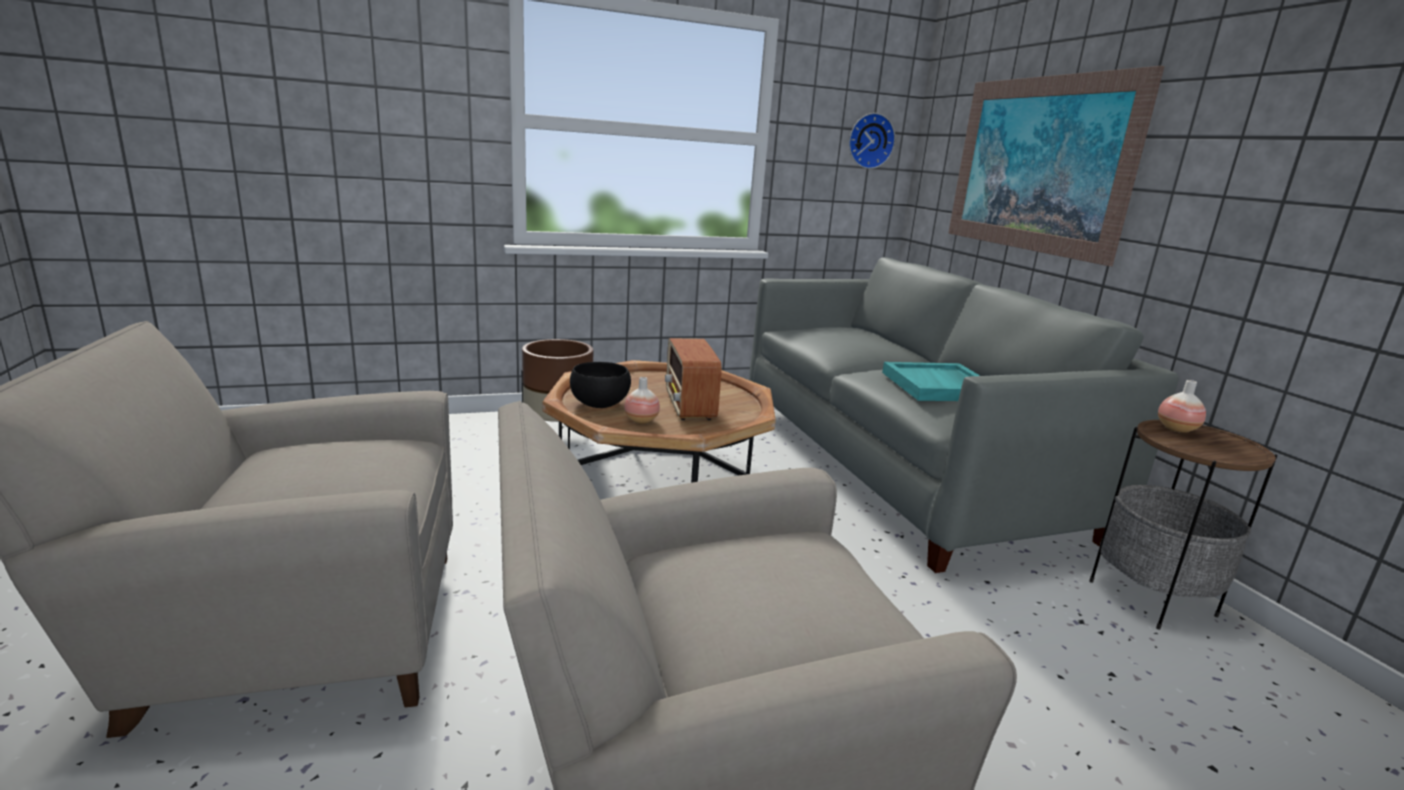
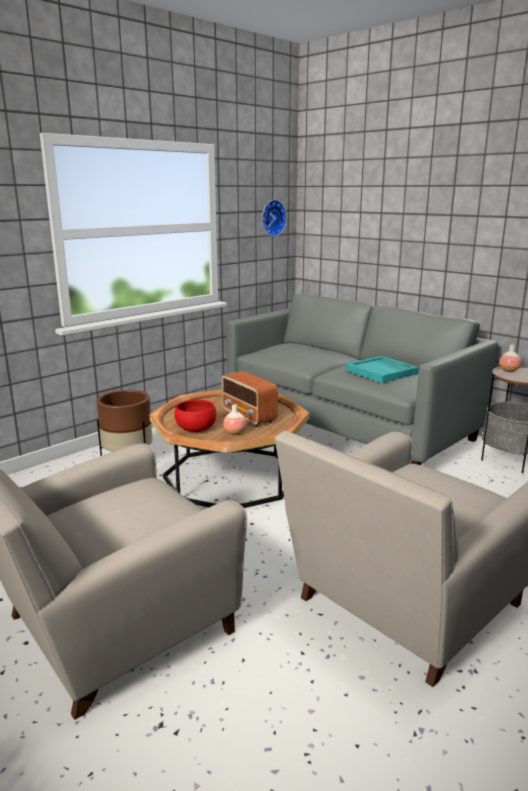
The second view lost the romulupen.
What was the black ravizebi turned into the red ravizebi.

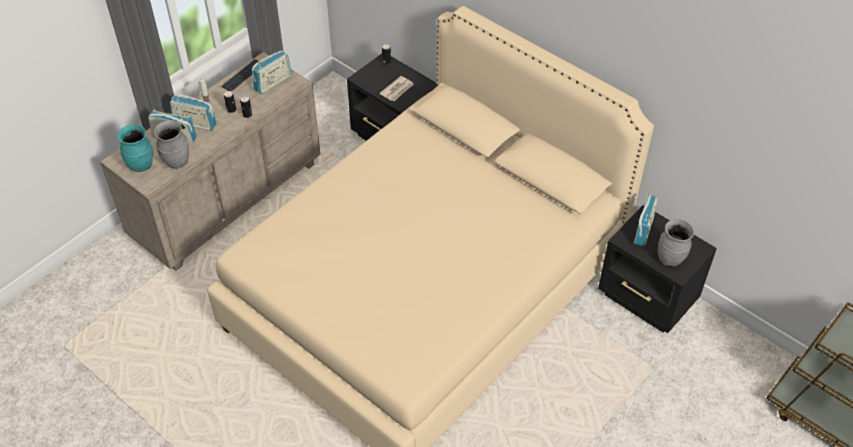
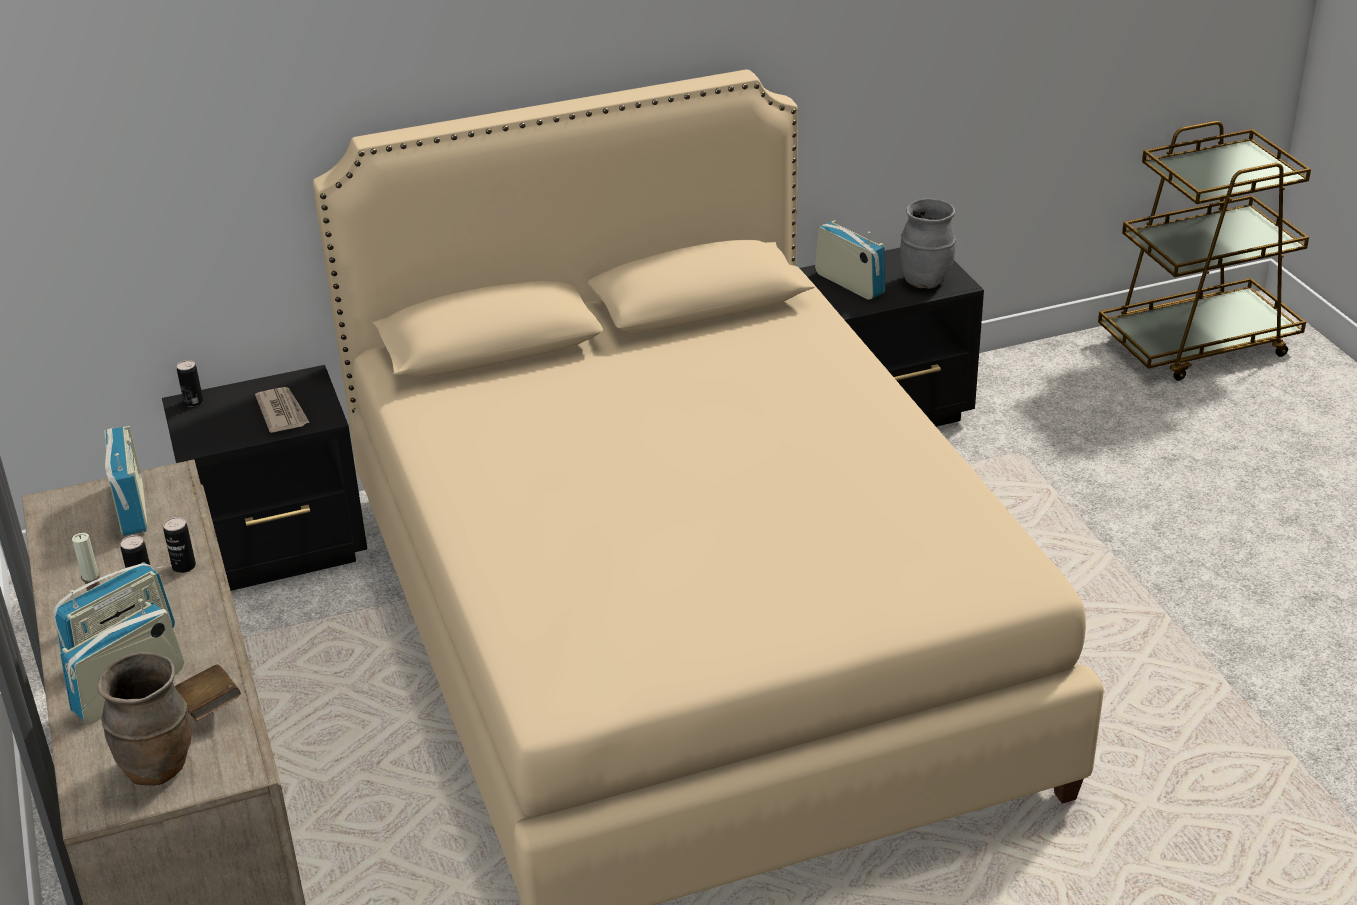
The second view lost the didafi.
Where the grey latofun (1st from left) stood, the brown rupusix came to stand.
What was the turquoise latofun turned into the brown latofun.

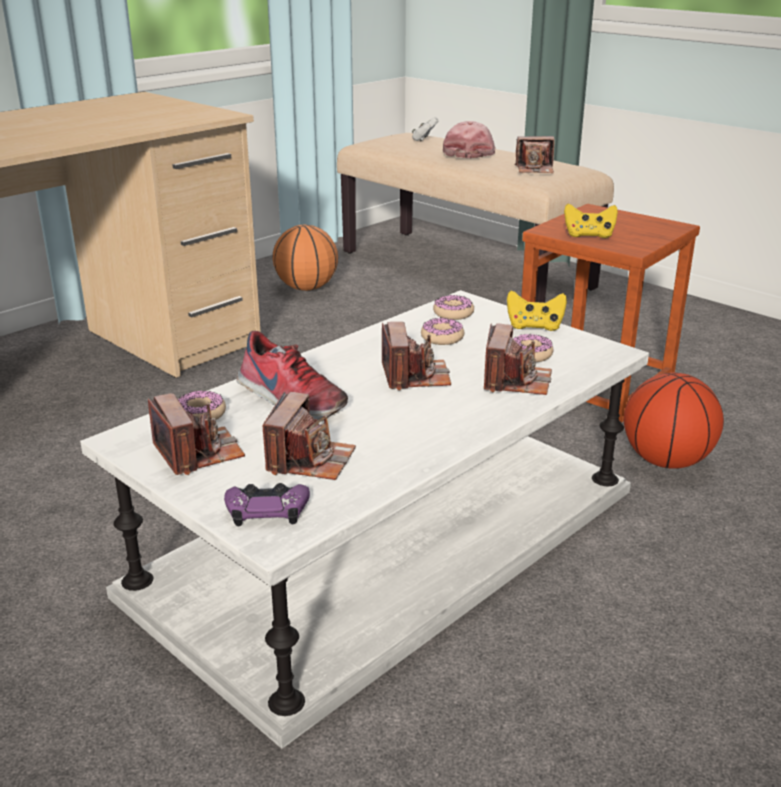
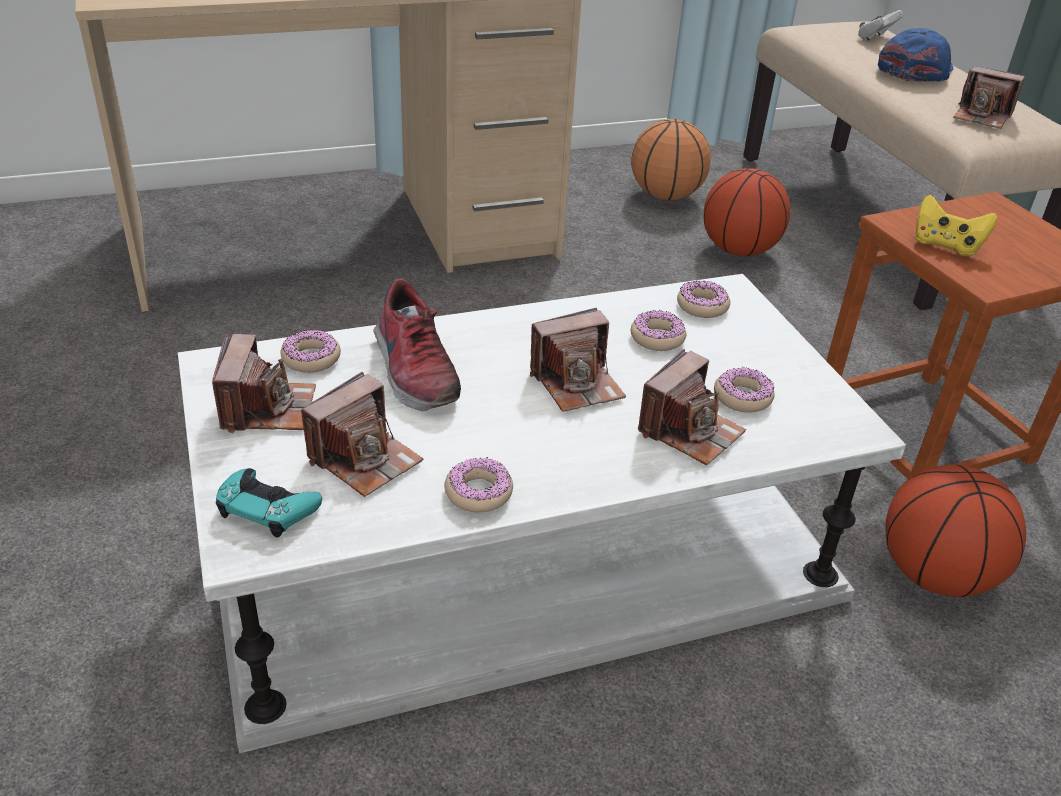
What was the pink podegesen turned into the blue podegesen.
The second view lost the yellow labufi (1st from left).
The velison (3rd from left) ended up facing another way, 45 degrees clockwise from before.
What was the purple labufi turned into the turquoise labufi.
The second view gained the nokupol (2nd from left).
The second view gained the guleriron (2nd from left).

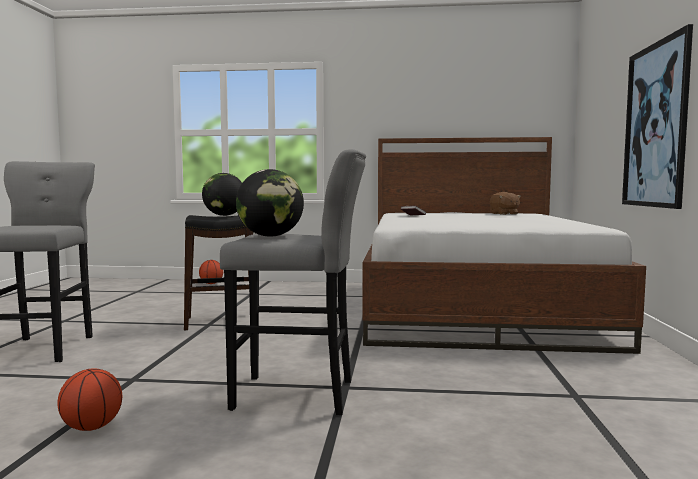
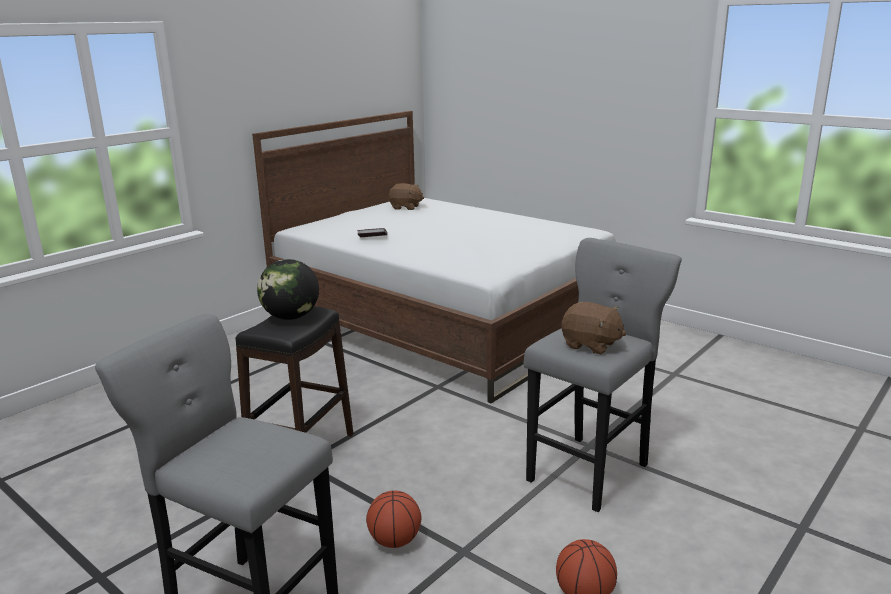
The second view lost the romulupen.
Where the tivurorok (2nd from left) stood, the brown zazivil (2nd from left) came to stand.
The nokupol (2nd from left in the first image) ended up elsewhere.

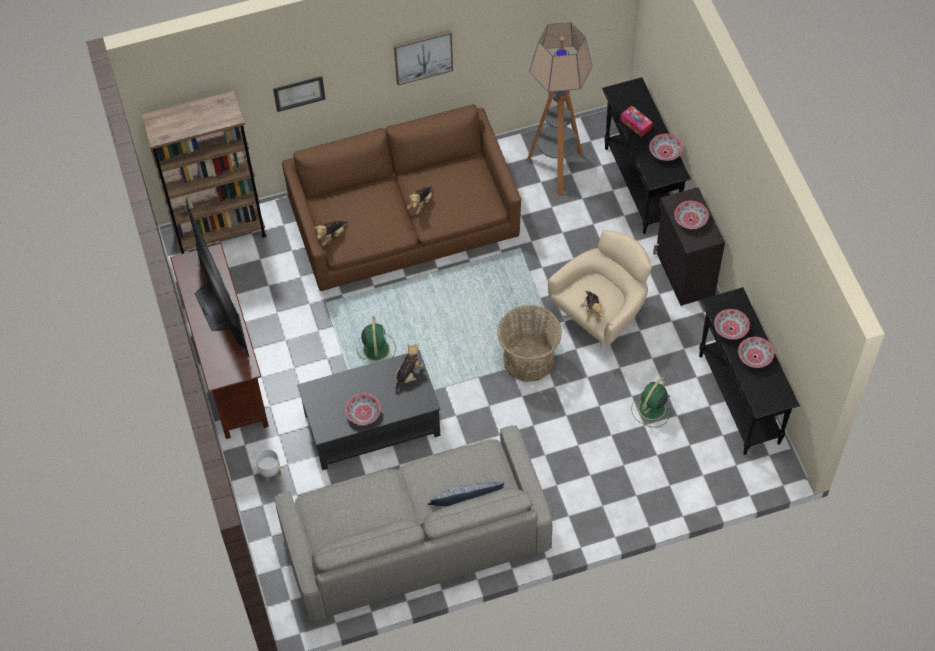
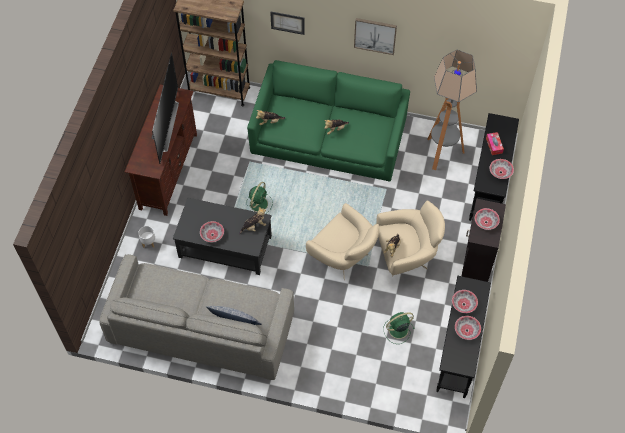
What was the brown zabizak turned into the green zabizak.
Where the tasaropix stood, the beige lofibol (1st from left) came to stand.

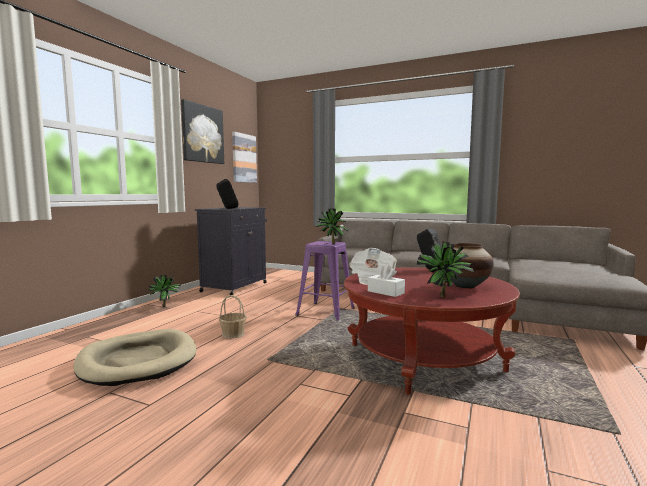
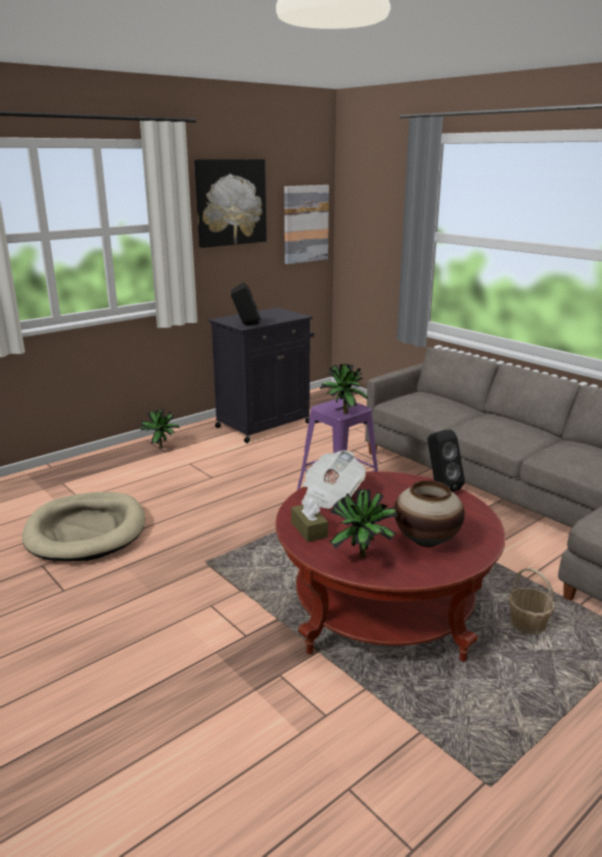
What was the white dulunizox turned into the brown dulunizox.
The tasaropix ended up elsewhere.

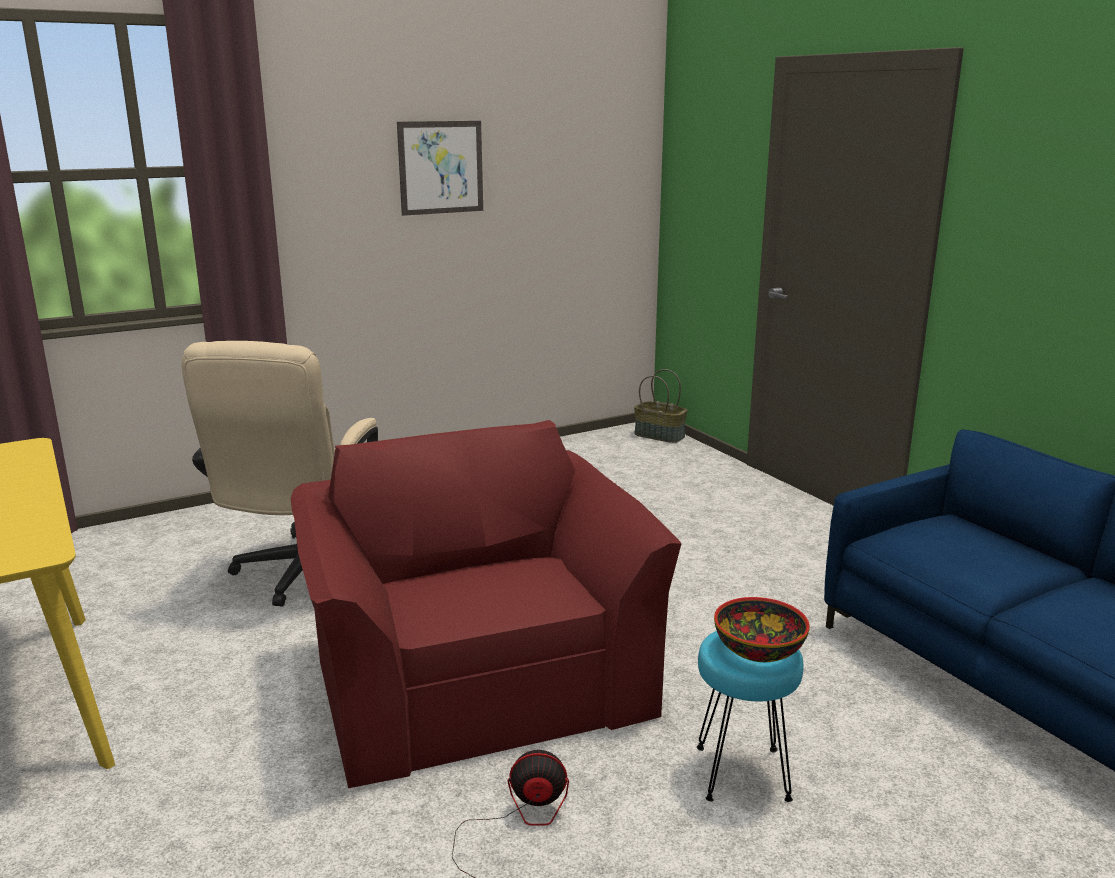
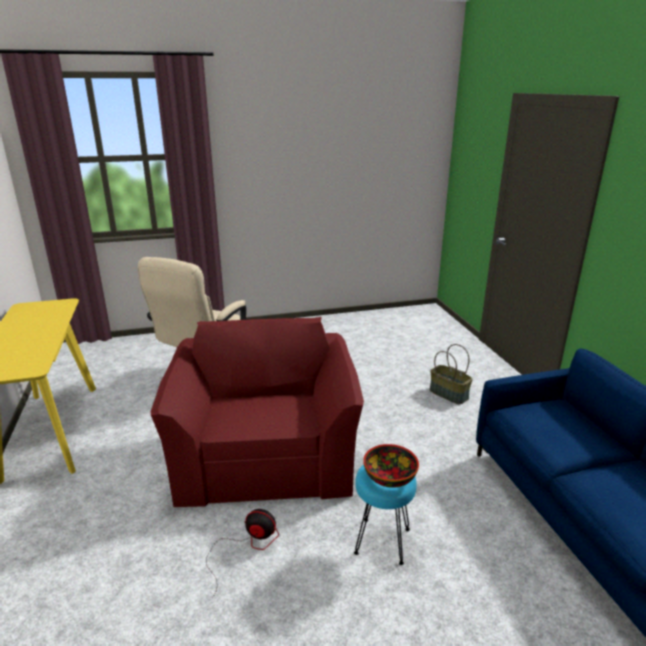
The second view lost the romulupen.
The tasaropix ended up elsewhere.

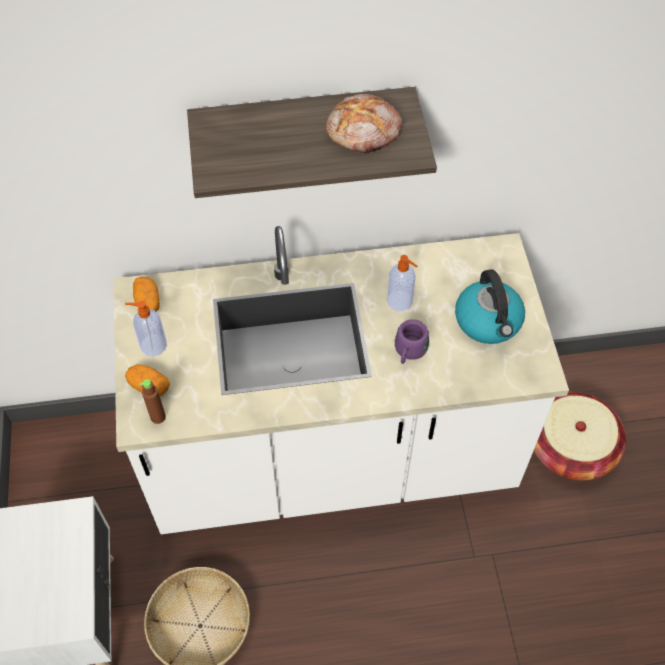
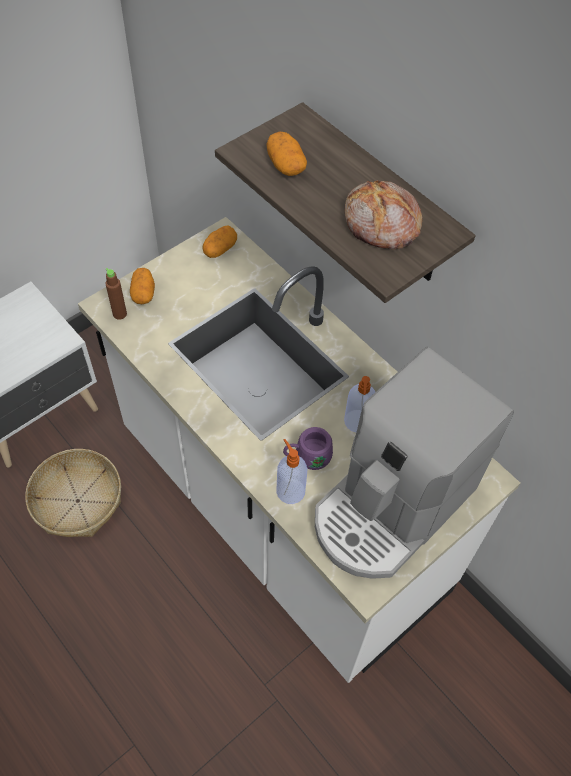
Where the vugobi stood, the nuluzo came to stand.
The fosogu (1st from left) ended up elsewhere.
The second view lost the tasaropix (2nd from left).
The second view gained the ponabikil (3rd from left).

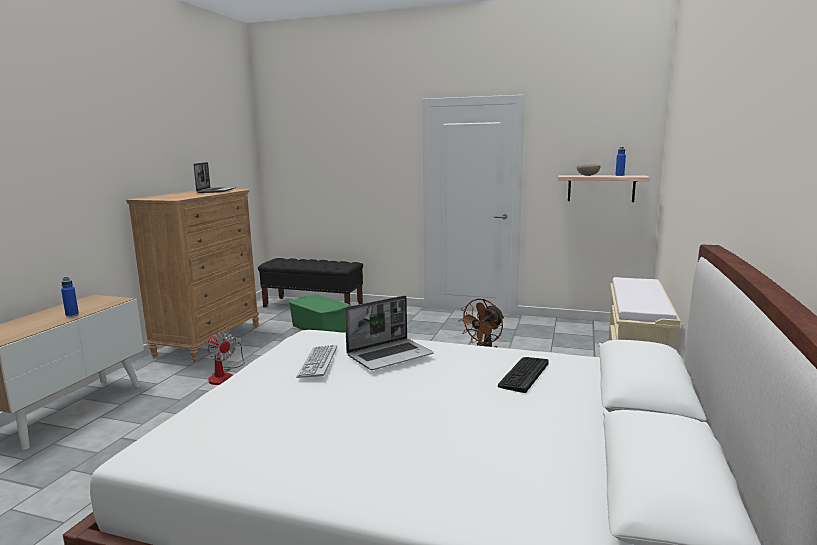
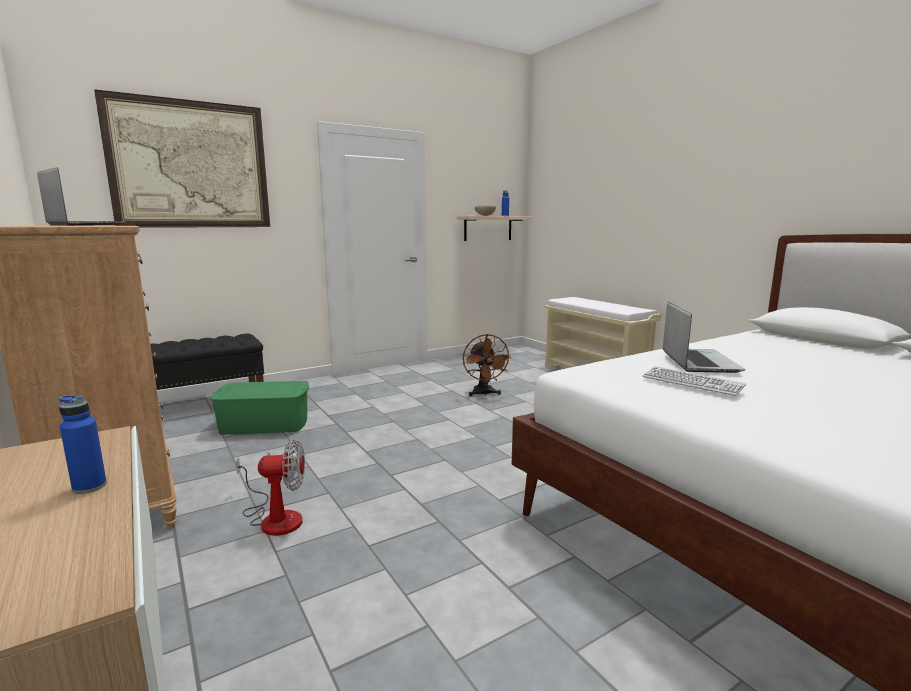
The second view lost the didafi (2nd from left).
The second view gained the romulupen.

